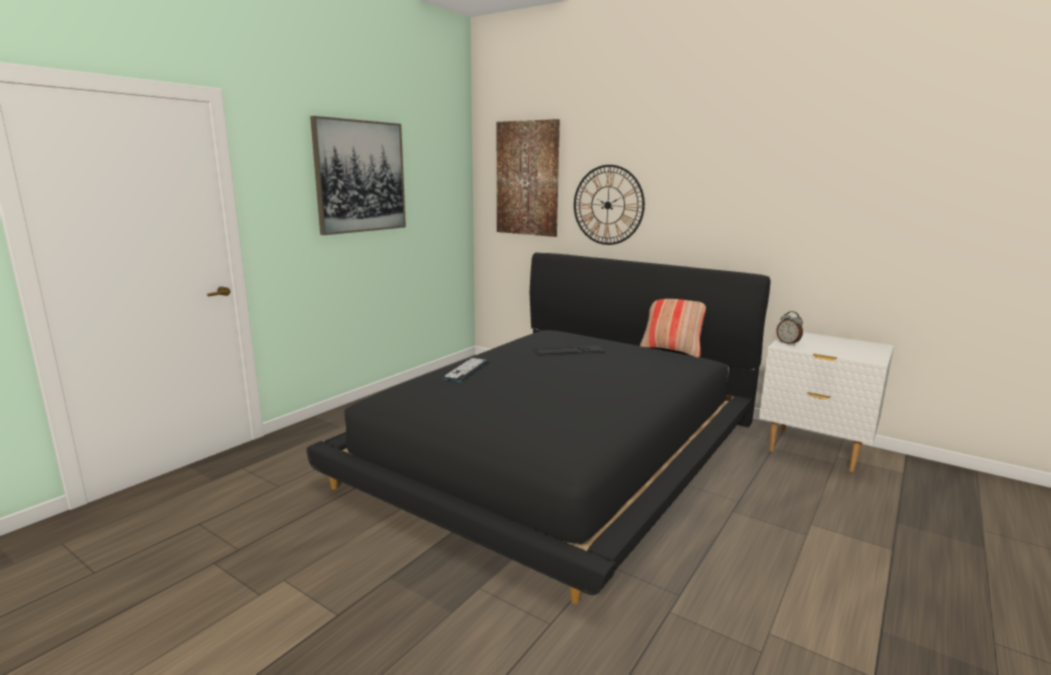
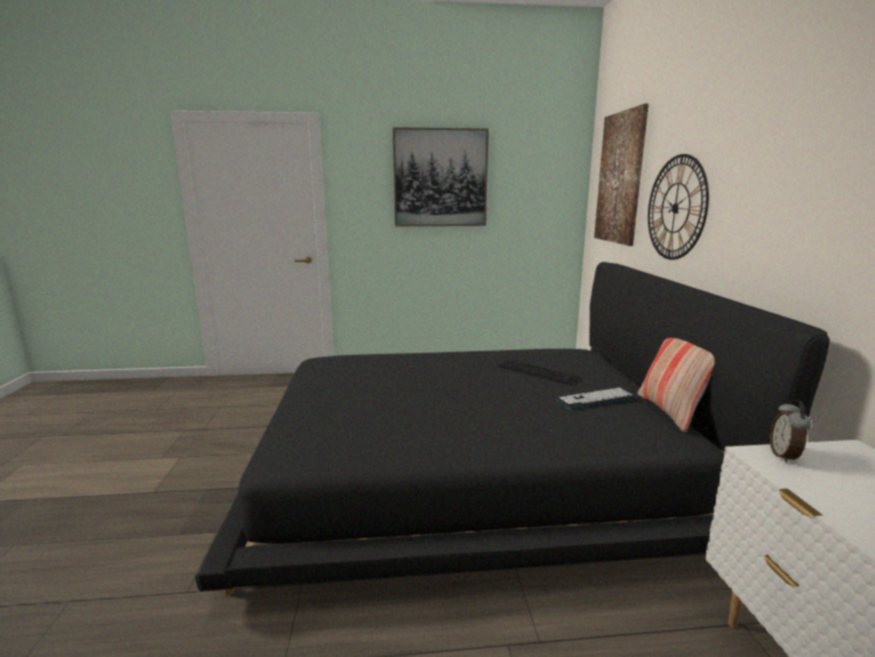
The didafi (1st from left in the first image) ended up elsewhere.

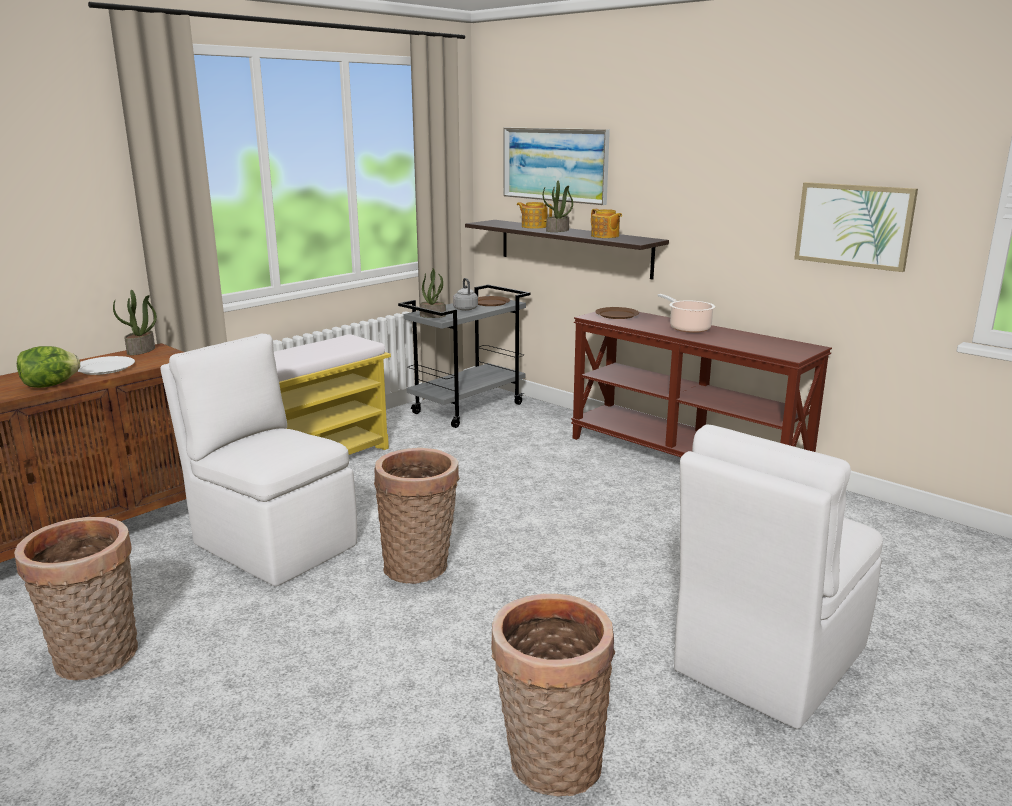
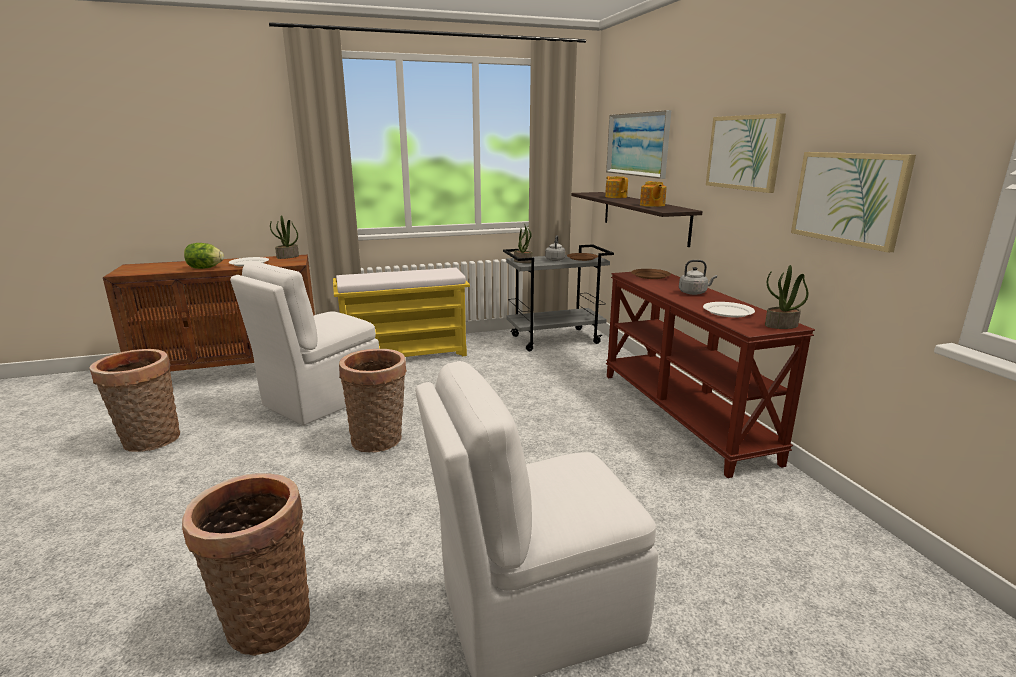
The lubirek (3rd from left) ended up elsewhere.
Where the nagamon stood, the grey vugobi (2nd from left) came to stand.
The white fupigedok (1st from left) ended up facing another way, 120 degrees counterclockwise from before.
The second view gained the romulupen (2nd from left).
The second view gained the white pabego (2nd from left).

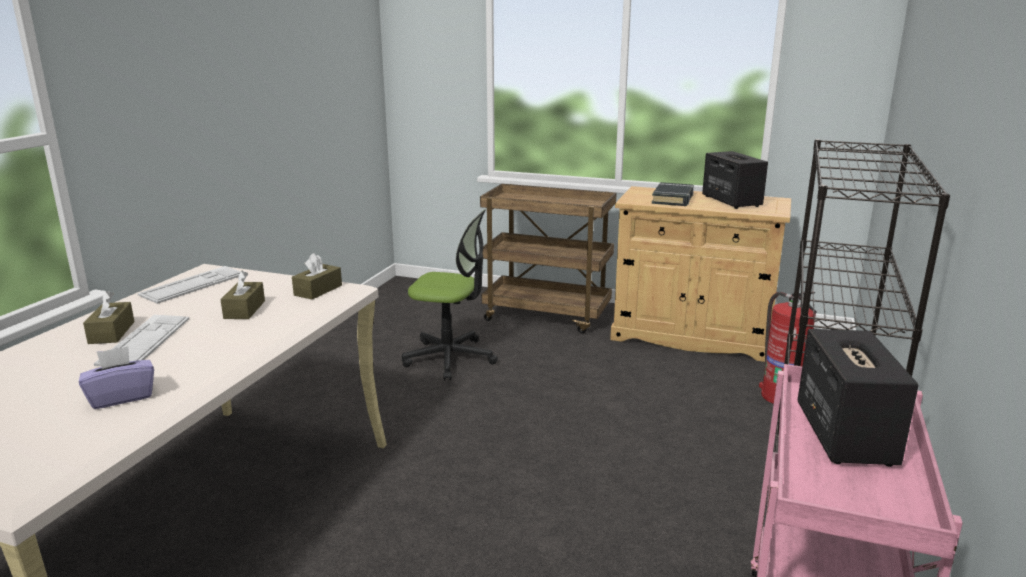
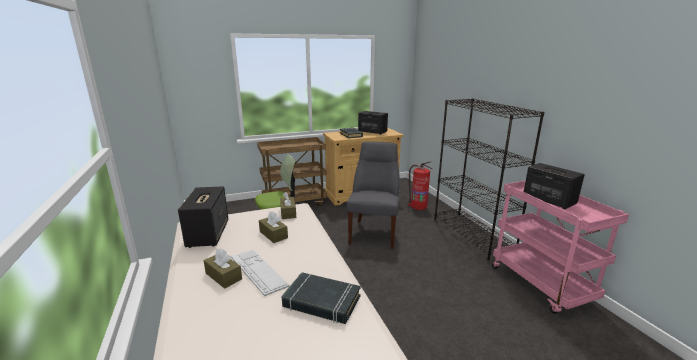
Where the didafi (2nd from left) stood, the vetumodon (1st from left) came to stand.
Where the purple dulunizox stood, the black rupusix (1st from left) came to stand.
The second view gained the grey fupigedok.

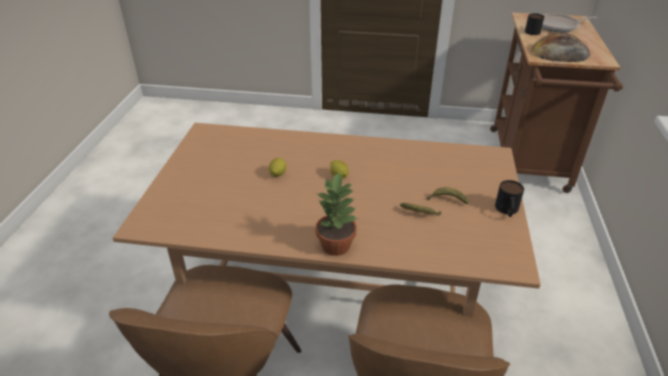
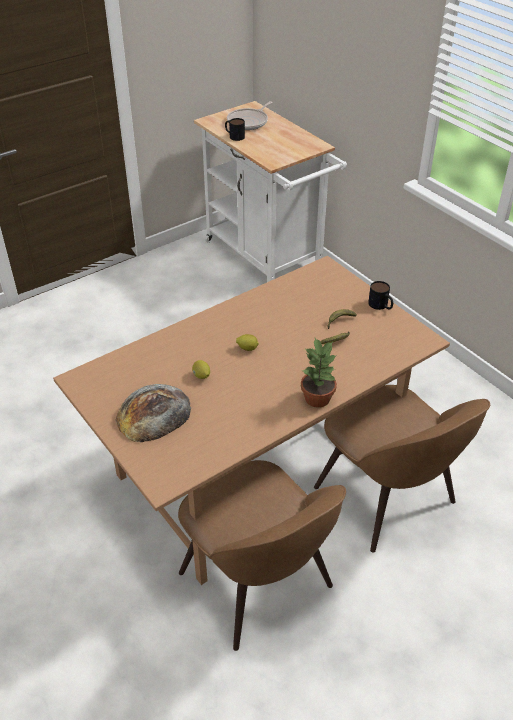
What was the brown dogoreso turned into the white dogoreso.
The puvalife ended up elsewhere.

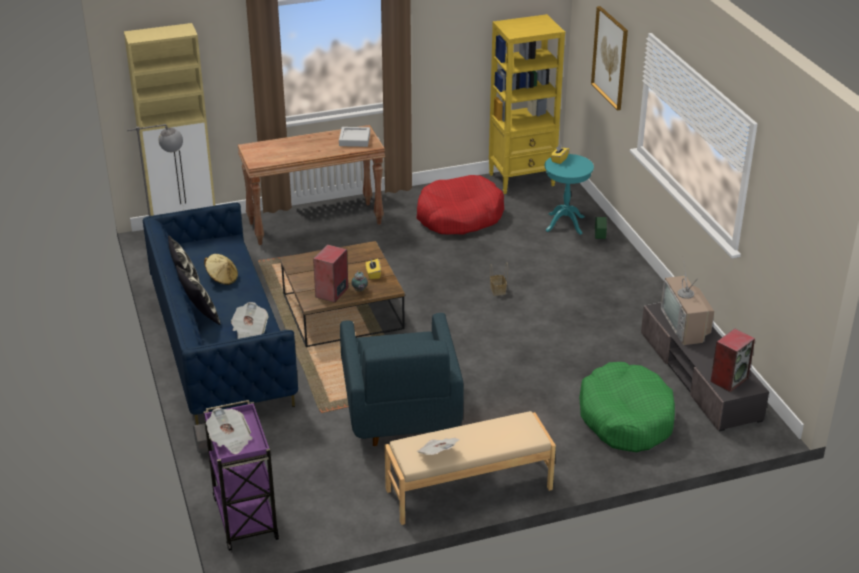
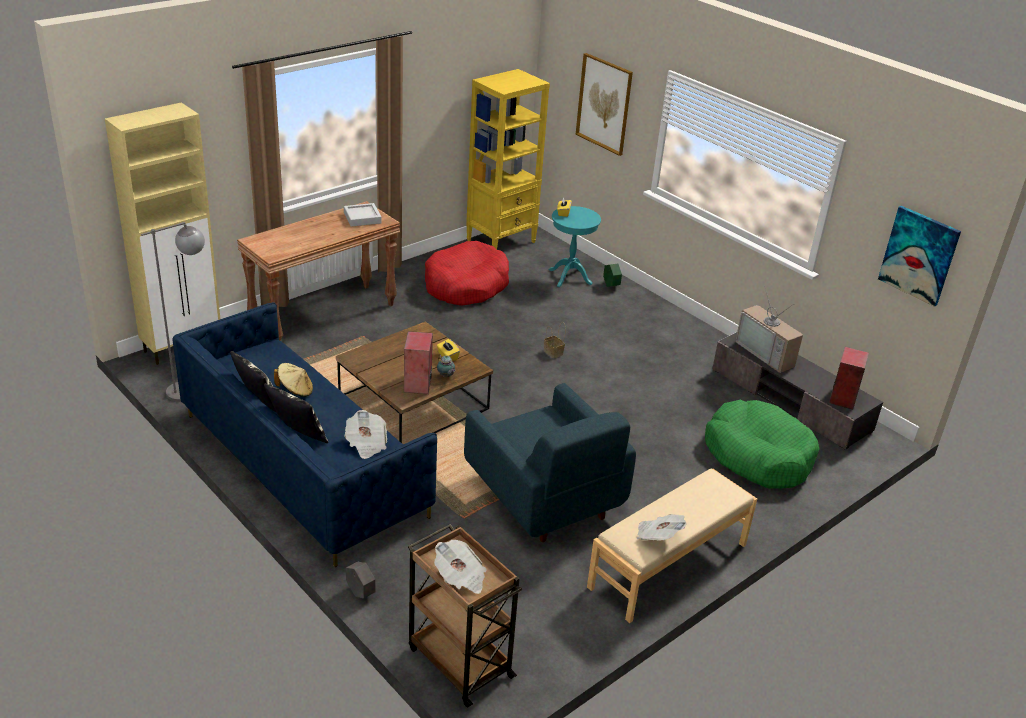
What was the purple dogoreso turned into the brown dogoreso.
The second view gained the romulupen (2nd from left).

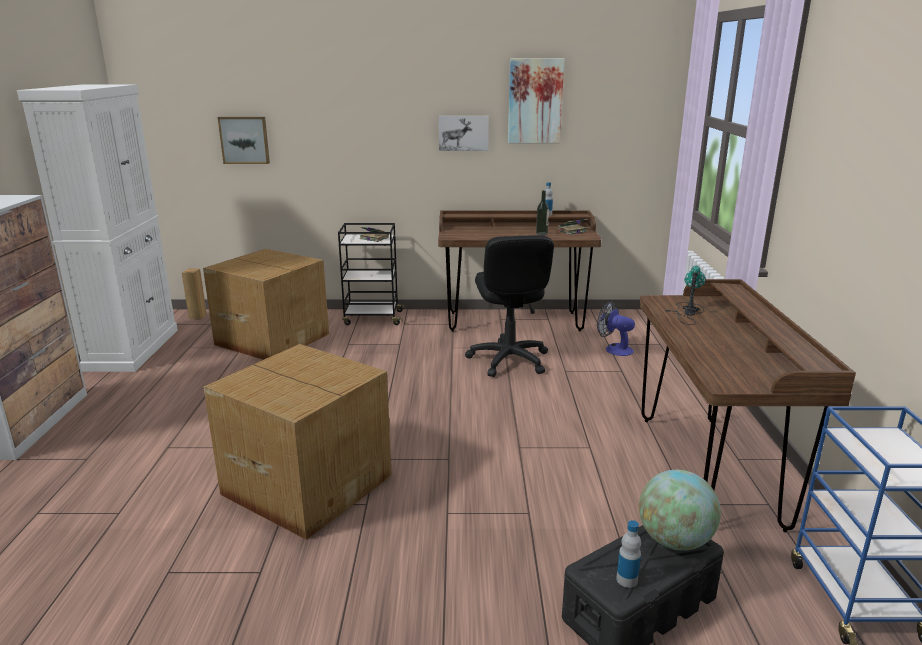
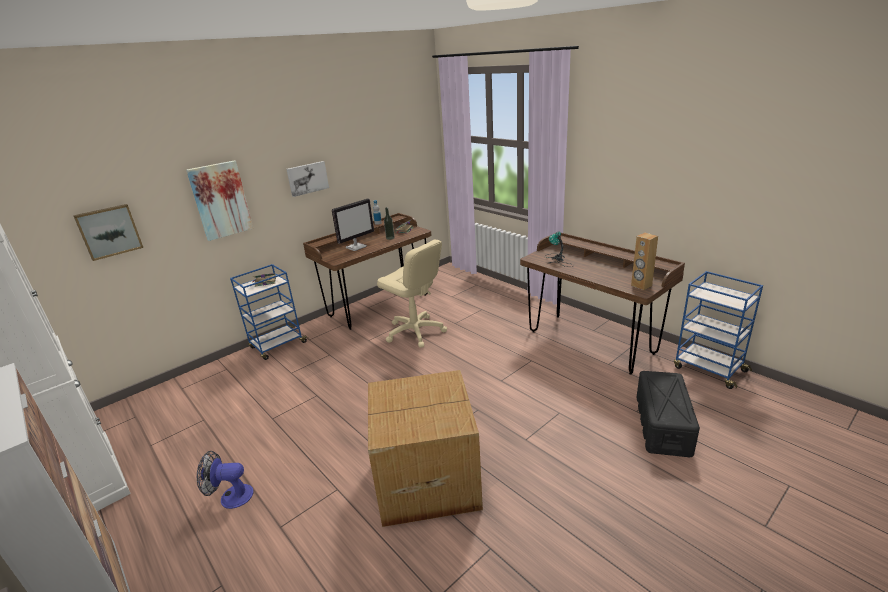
The romulupen (3rd from left in the first image) ended up elsewhere.
What was the black dogoreso turned into the blue dogoreso (1st from left).
What was the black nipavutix turned into the beige nipavutix.
The second view lost the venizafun (1st from left).
The brown vetumodon ended up elsewhere.
The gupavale ended up elsewhere.
The second view lost the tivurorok.
The second view lost the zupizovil (3rd from left).
The second view gained the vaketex.

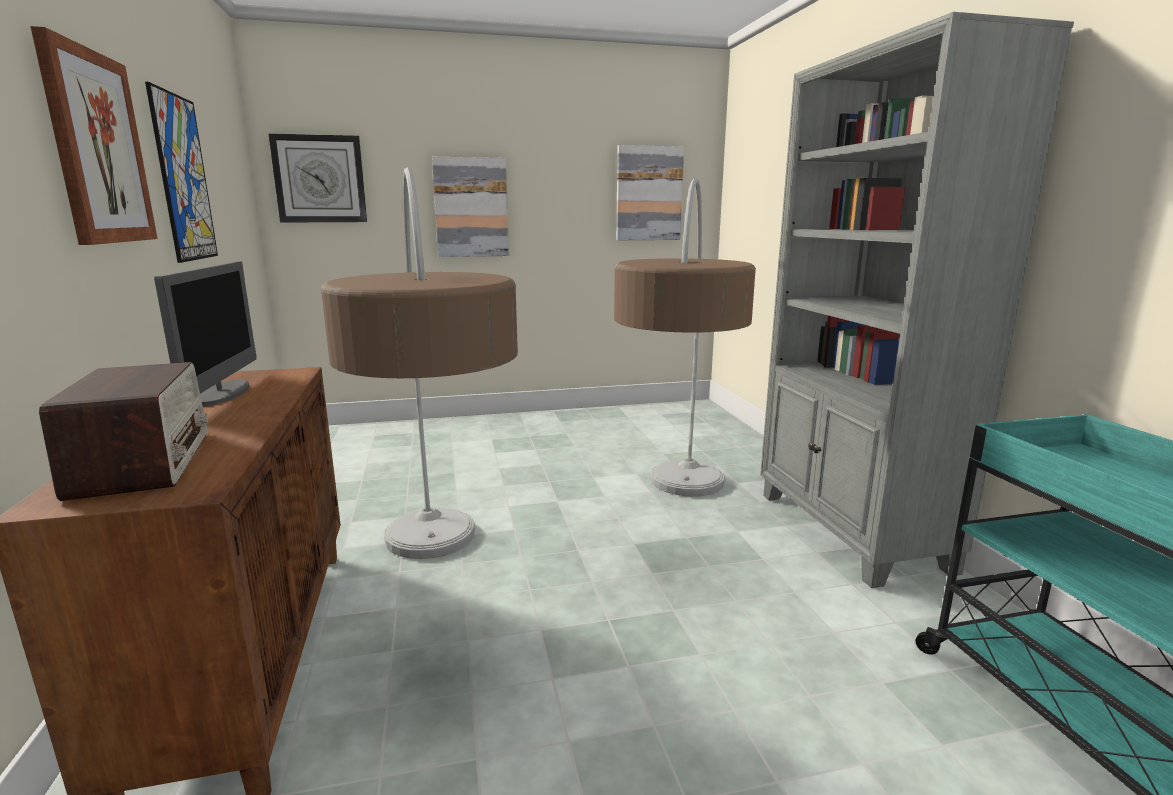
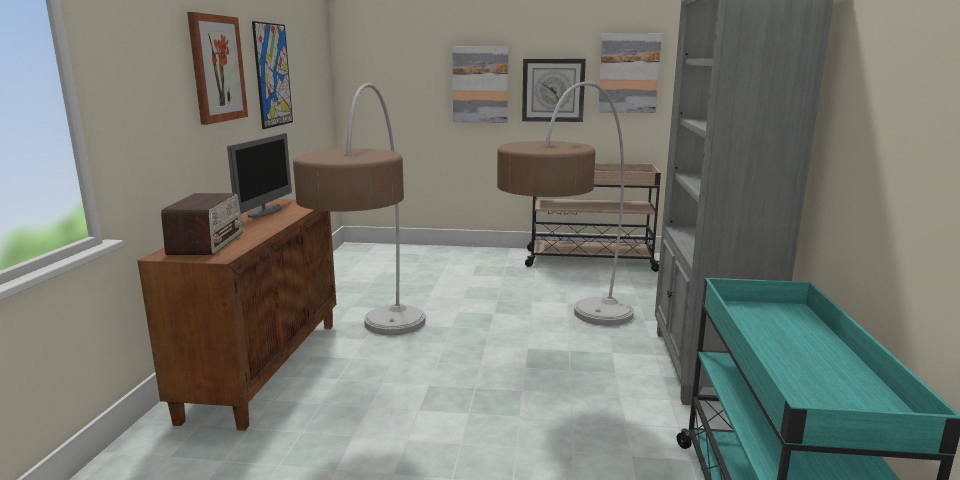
The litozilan ended up elsewhere.
The second view gained the beige dogoreso.

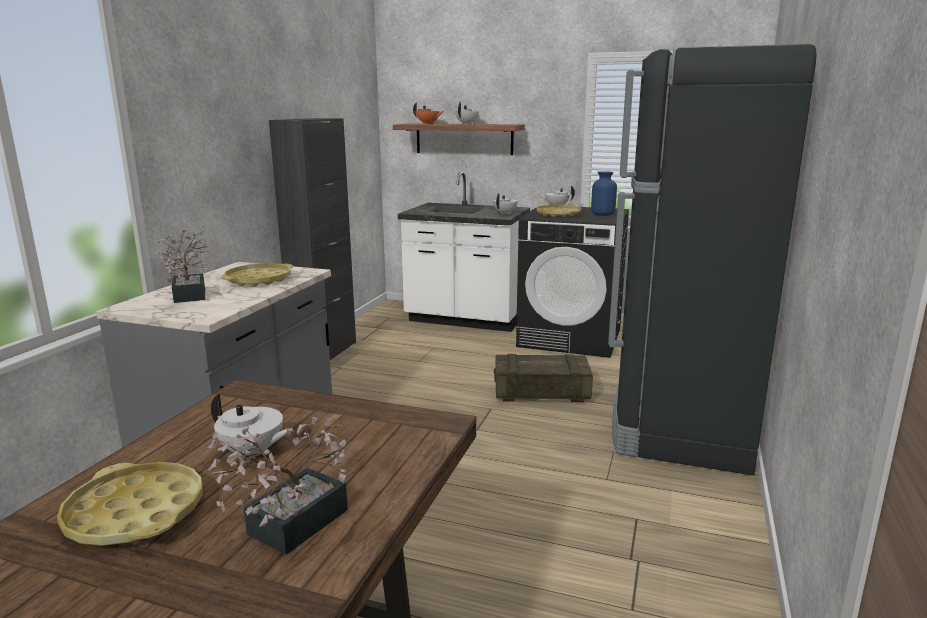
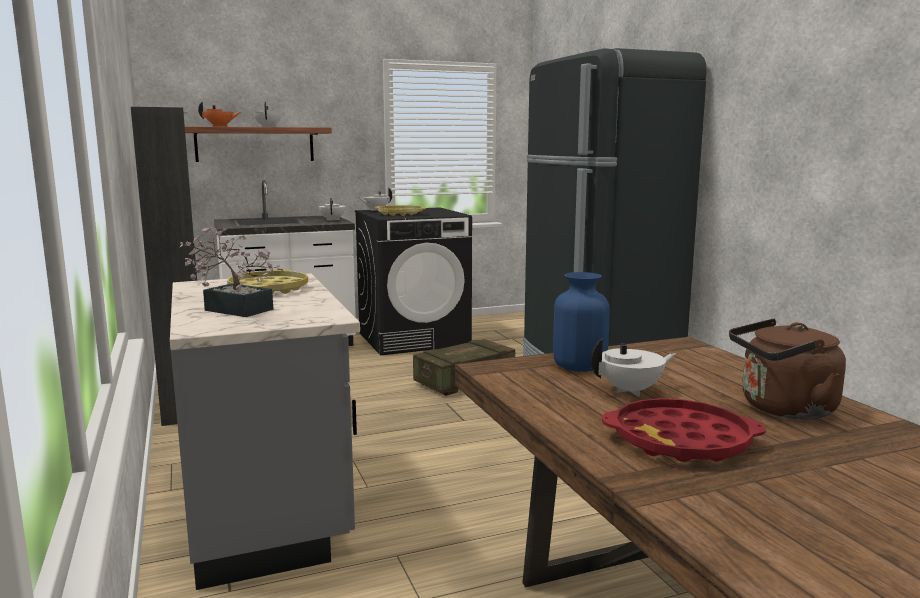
The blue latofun ended up elsewhere.
Where the lubirek (2nd from left) stood, the brown vugobi came to stand.
What was the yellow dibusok (1st from left) turned into the red dibusok.

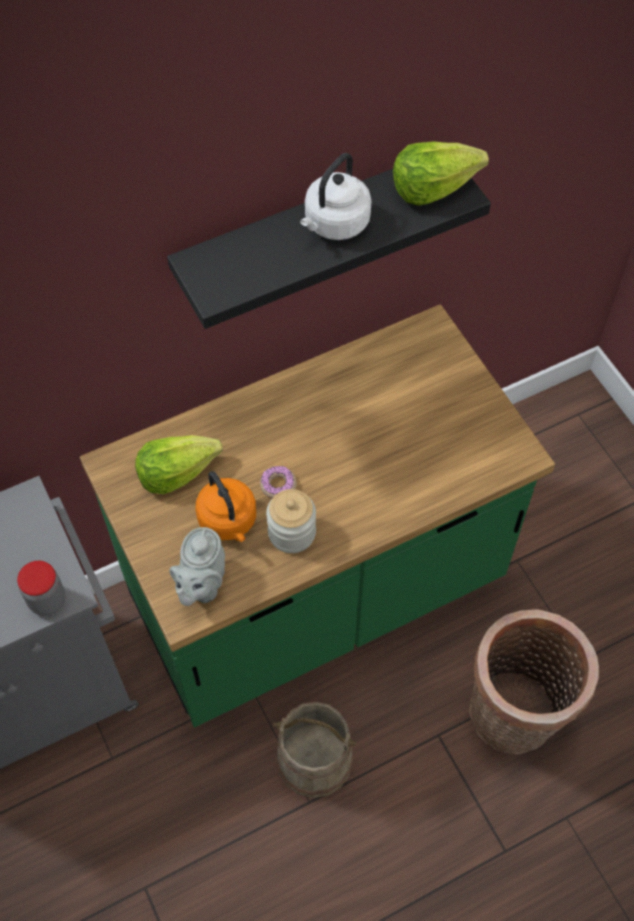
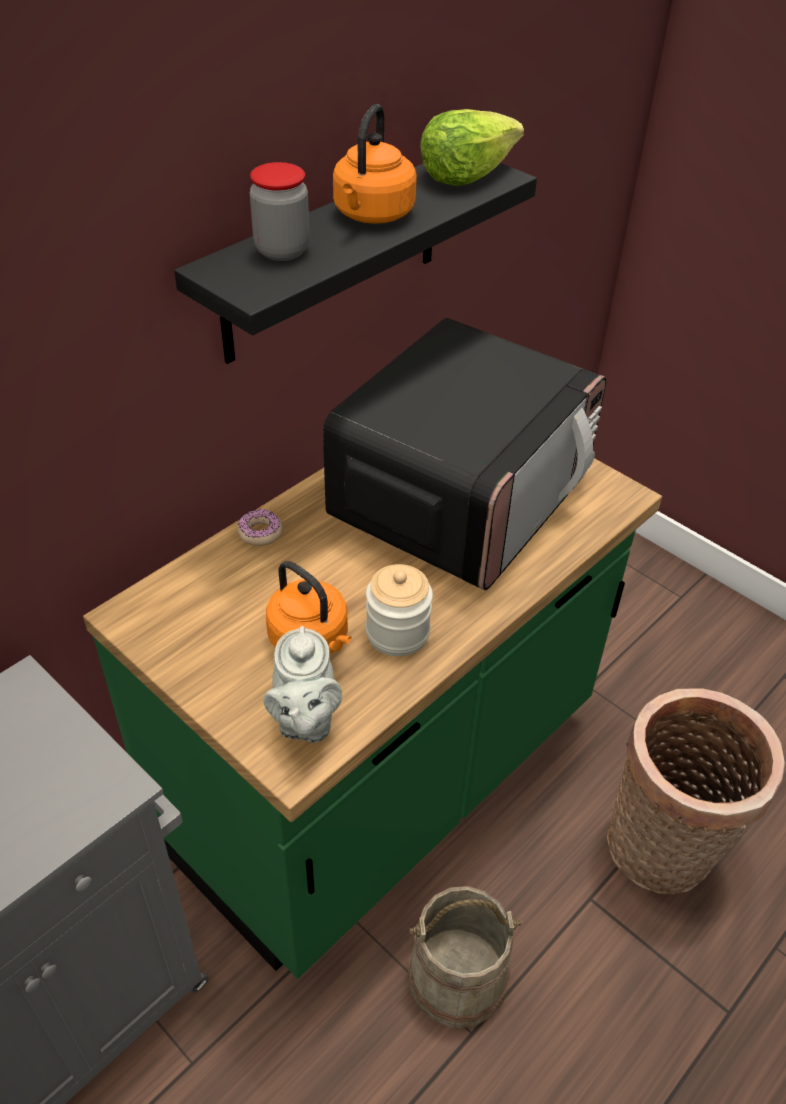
What was the white vugobi turned into the orange vugobi (2nd from left).
The second view lost the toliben (1st from left).
The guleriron ended up elsewhere.
The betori (1st from left) ended up elsewhere.
The second view gained the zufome.

